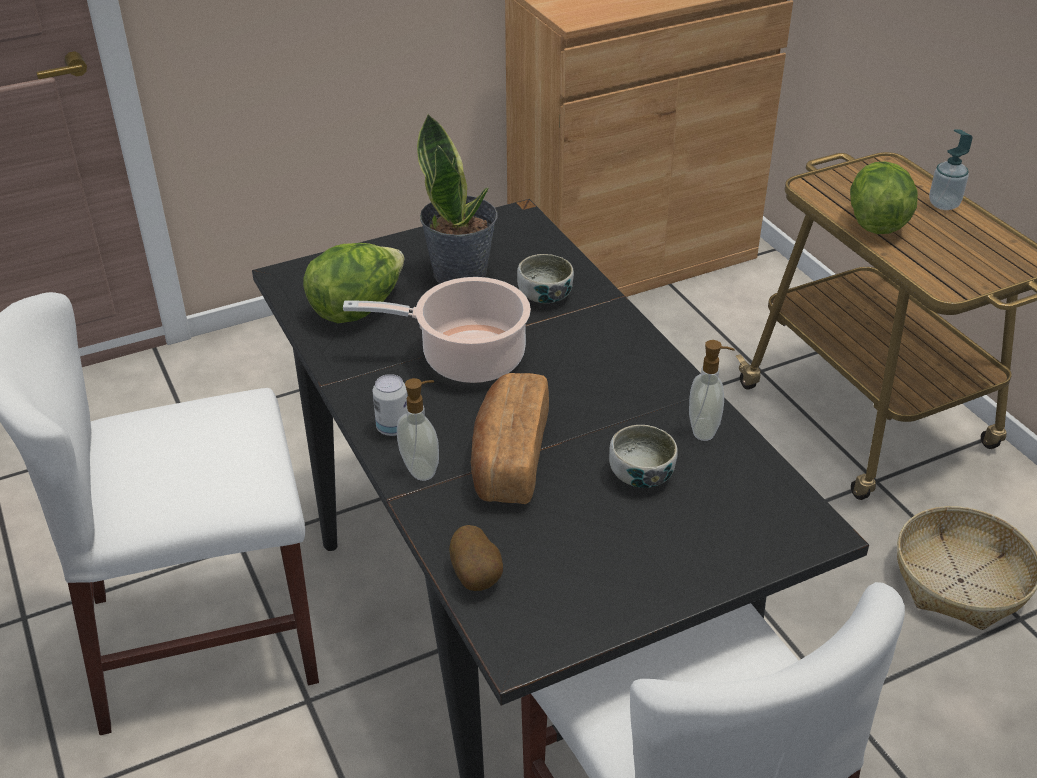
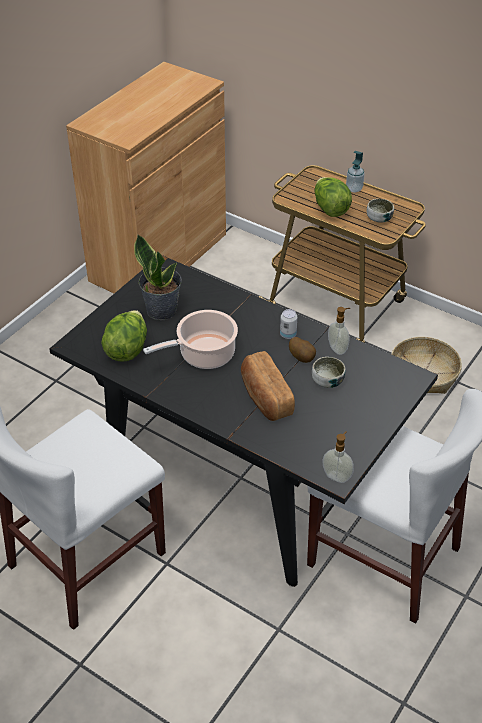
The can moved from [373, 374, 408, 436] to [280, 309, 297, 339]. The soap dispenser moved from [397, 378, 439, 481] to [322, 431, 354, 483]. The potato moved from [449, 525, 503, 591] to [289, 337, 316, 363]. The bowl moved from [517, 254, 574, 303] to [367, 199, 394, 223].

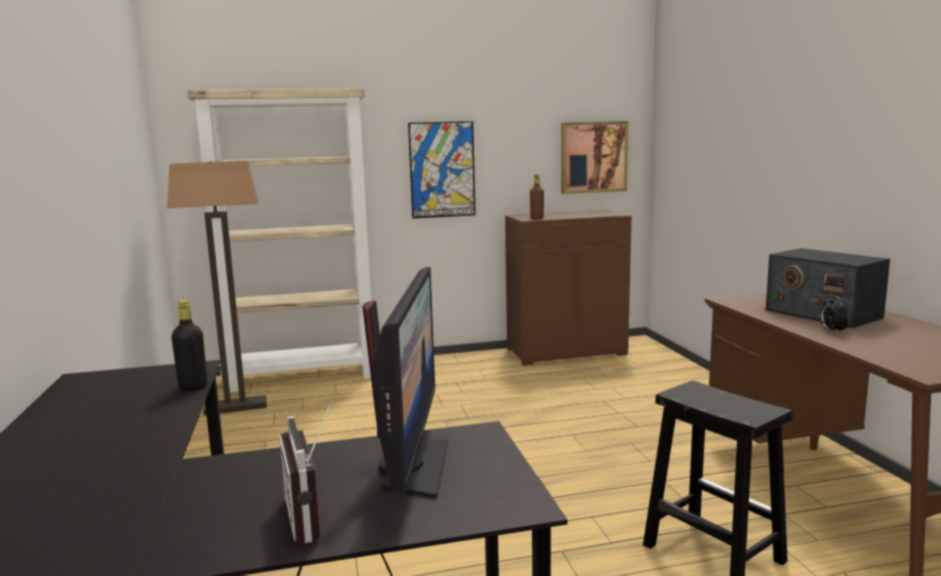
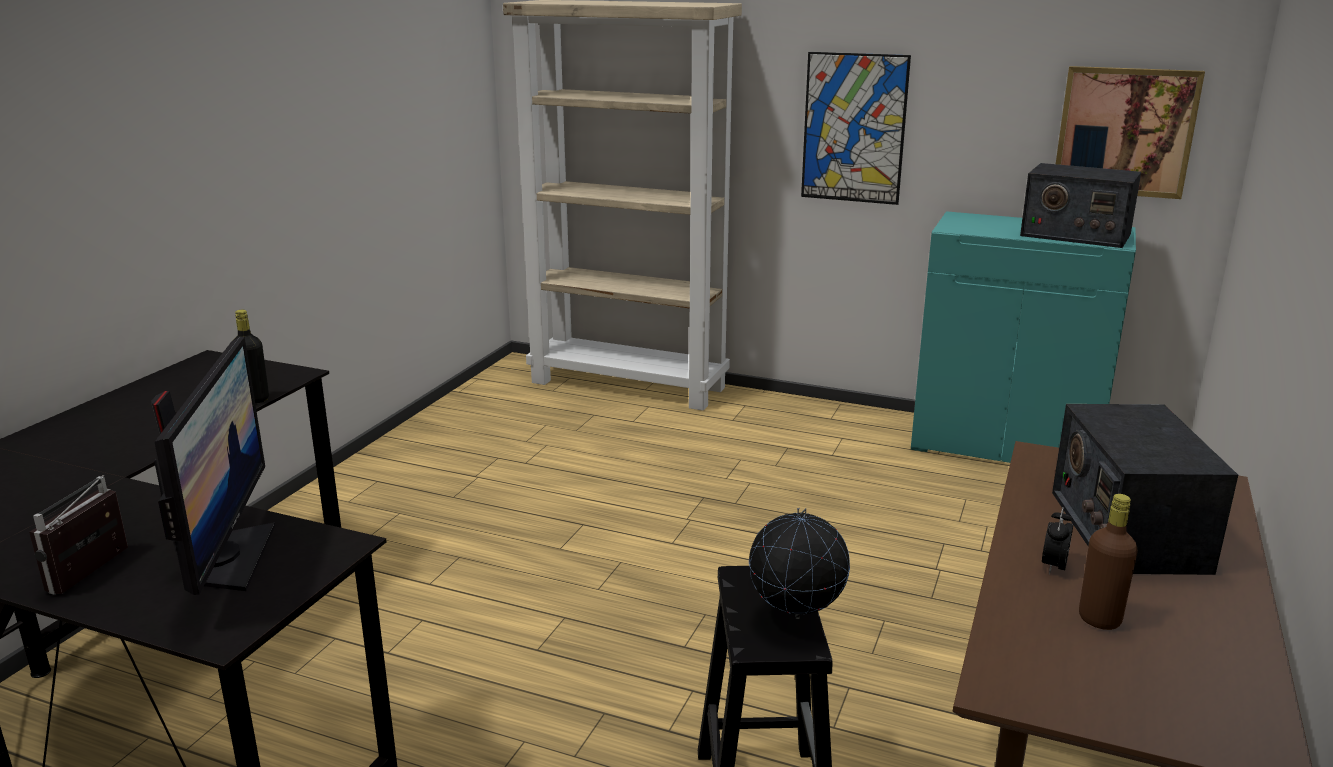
The floor lamp at [167, 161, 267, 416] disappeared. The globe at [749, 508, 850, 619] appeared. The radio at [1020, 163, 1141, 248] appeared. The brown bottle moved from [530, 174, 544, 219] to [1079, 494, 1138, 630]. The brown cabinet at [505, 210, 631, 365] became the turquoise cabinet at [911, 211, 1136, 463]. The monitor at [362, 267, 448, 499] turned 45 degrees counterclockwise.

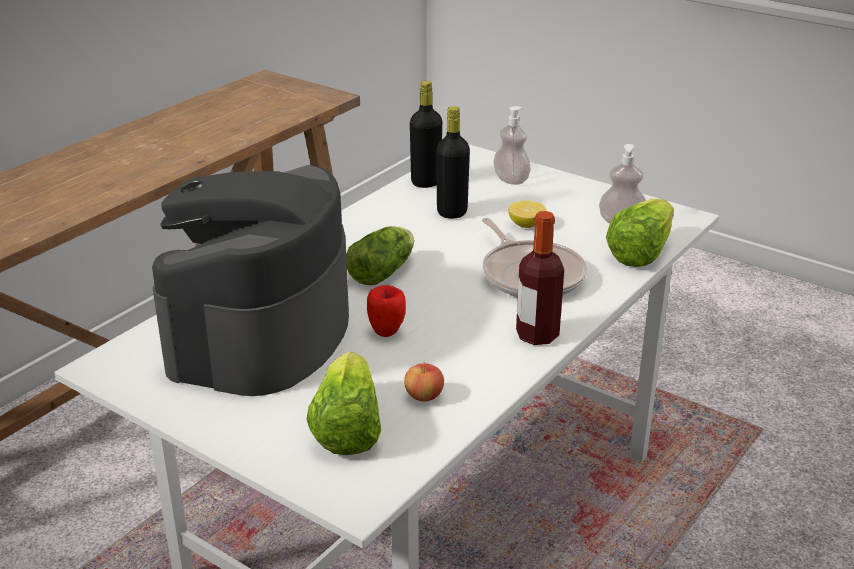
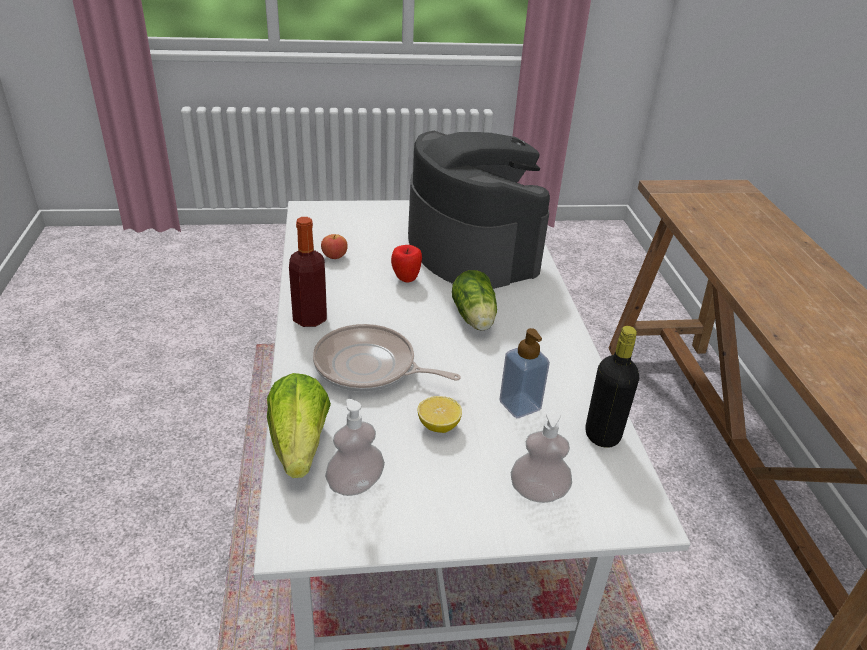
The lettuce at [306, 352, 381, 455] disappeared. The black bottle at [436, 106, 470, 219] was replaced by the soap dispenser at [499, 328, 550, 418].

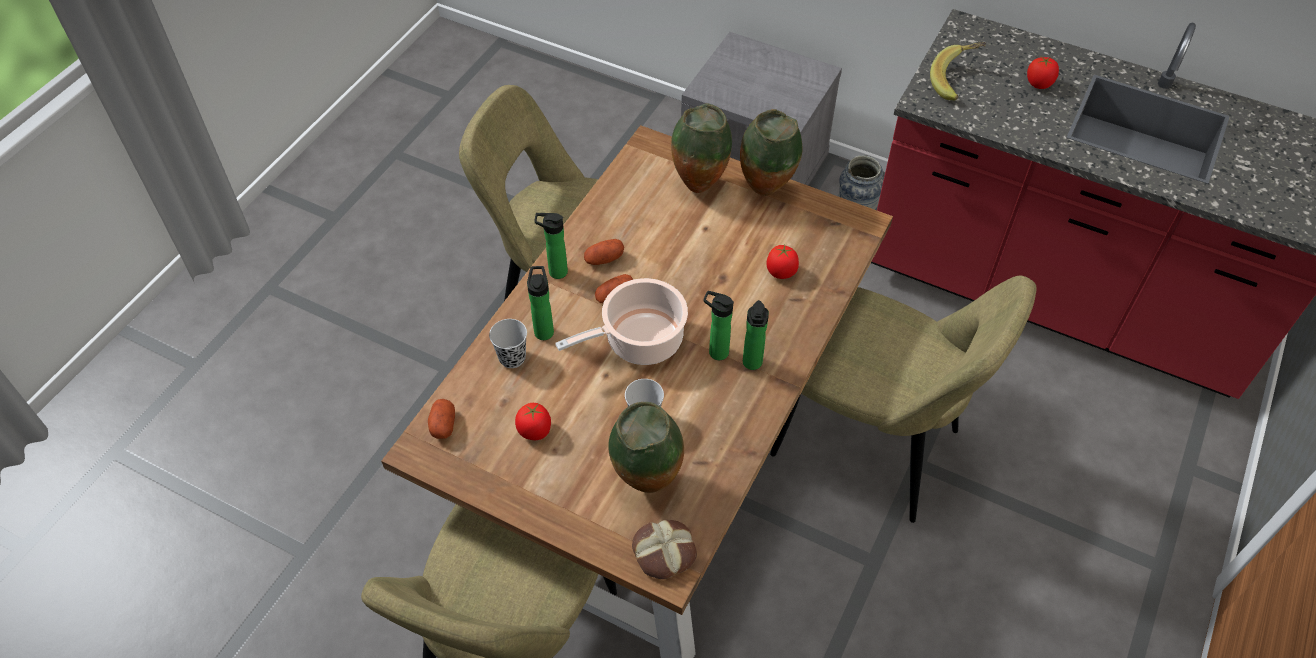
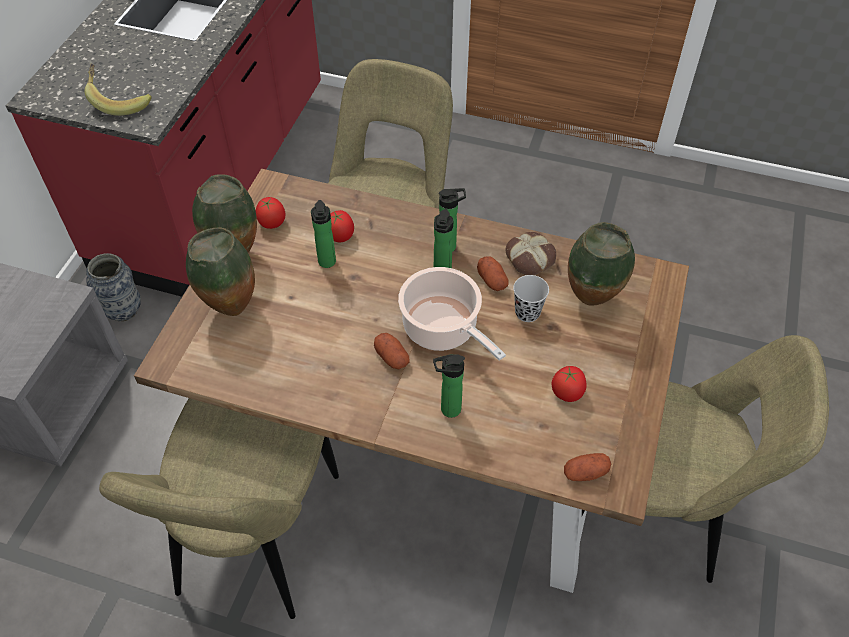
The black cup at [489, 319, 527, 368] disappeared. The bottle moved from [535, 213, 568, 279] to [311, 200, 336, 268]. The potato moved from [584, 239, 624, 265] to [477, 256, 509, 291]. The bread moved from [632, 520, 697, 579] to [506, 232, 556, 275]. The tomato moved from [1027, 57, 1059, 89] to [256, 197, 286, 229].

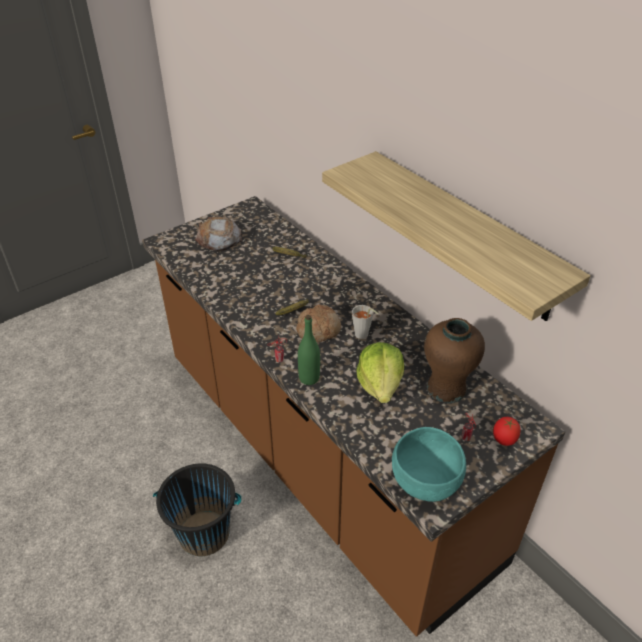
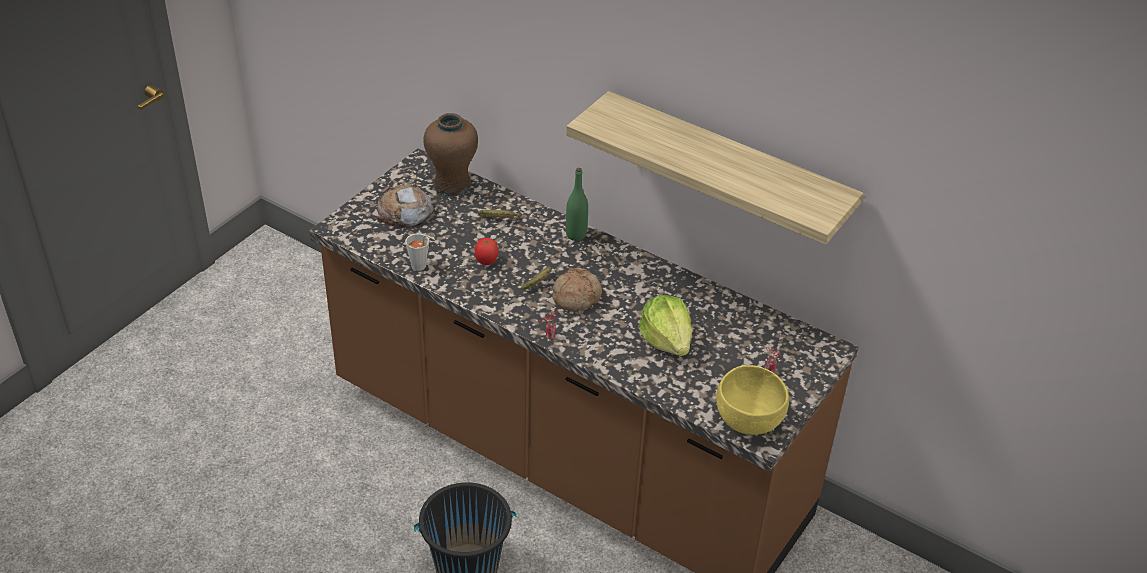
The green bottle moved from [298, 315, 320, 385] to [566, 168, 588, 241]. The grey cup moved from [352, 305, 378, 339] to [405, 233, 435, 271]. The brown vase moved from [424, 318, 485, 403] to [423, 113, 478, 196]. The tomato moved from [493, 417, 520, 446] to [474, 238, 498, 265]. The turquoise bowl at [392, 427, 466, 502] became the yellow bowl at [716, 365, 789, 435].

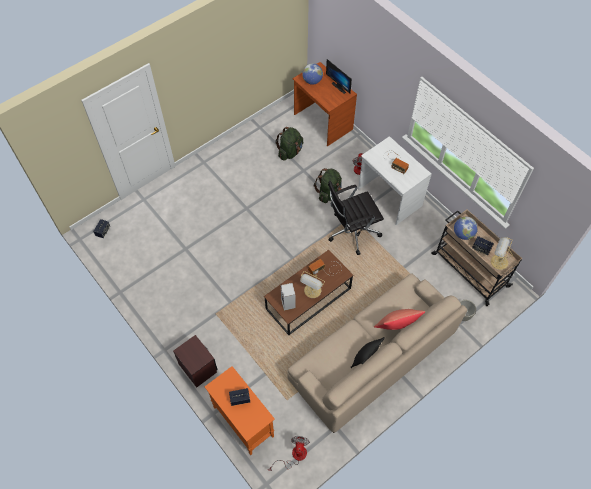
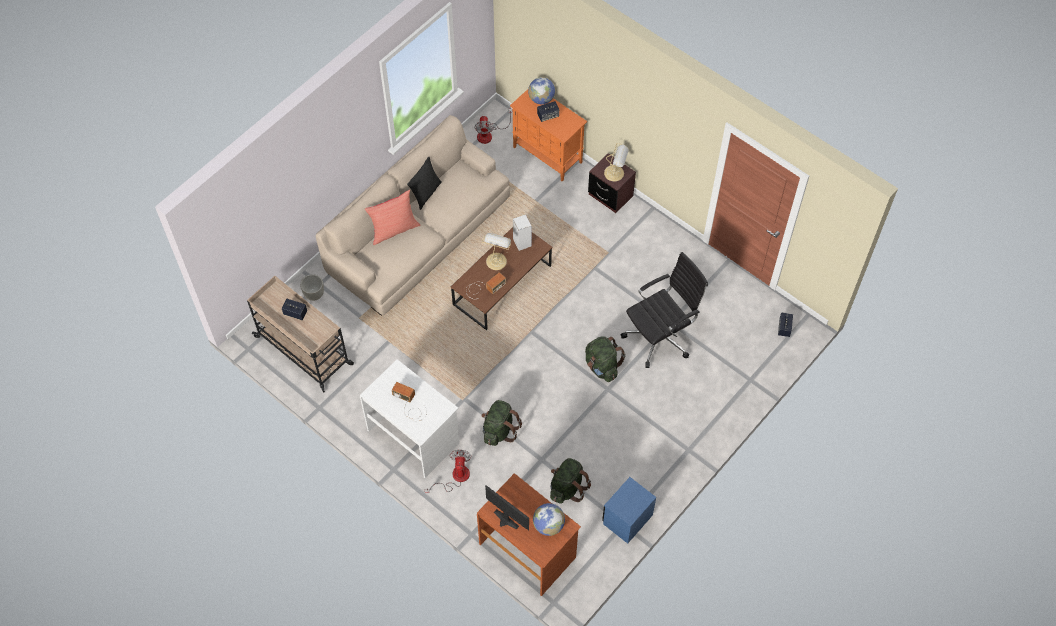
The green backpack at [585, 336, 626, 382] appeared. The blue nightstand at [602, 477, 656, 544] appeared. The black office chair moved from [328, 181, 384, 255] to [621, 252, 708, 368]. The globe moved from [454, 217, 478, 240] to [528, 77, 555, 104]. The table lamp moved from [491, 237, 513, 270] to [604, 143, 629, 181].

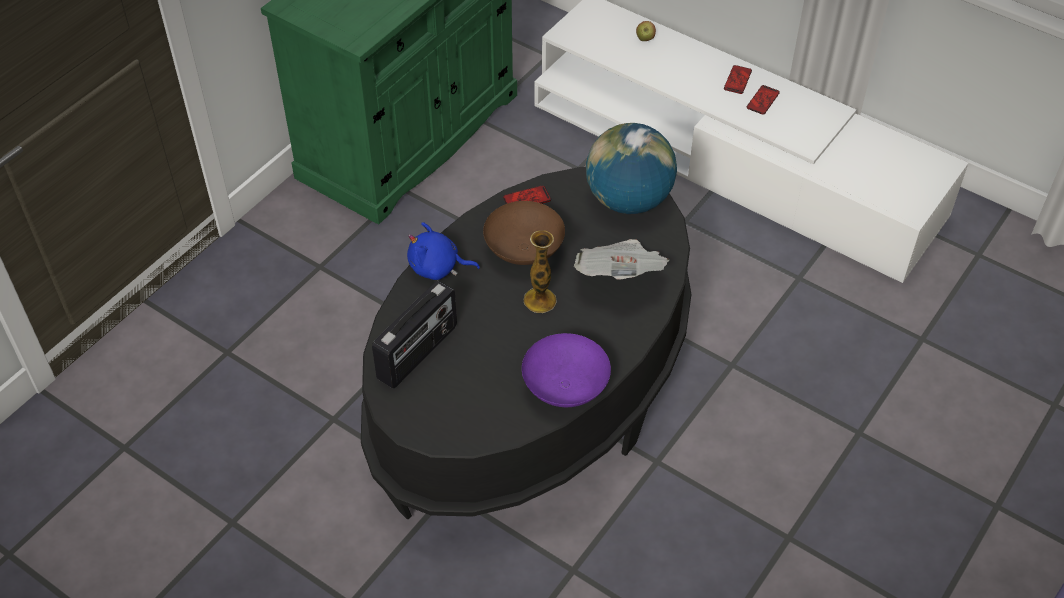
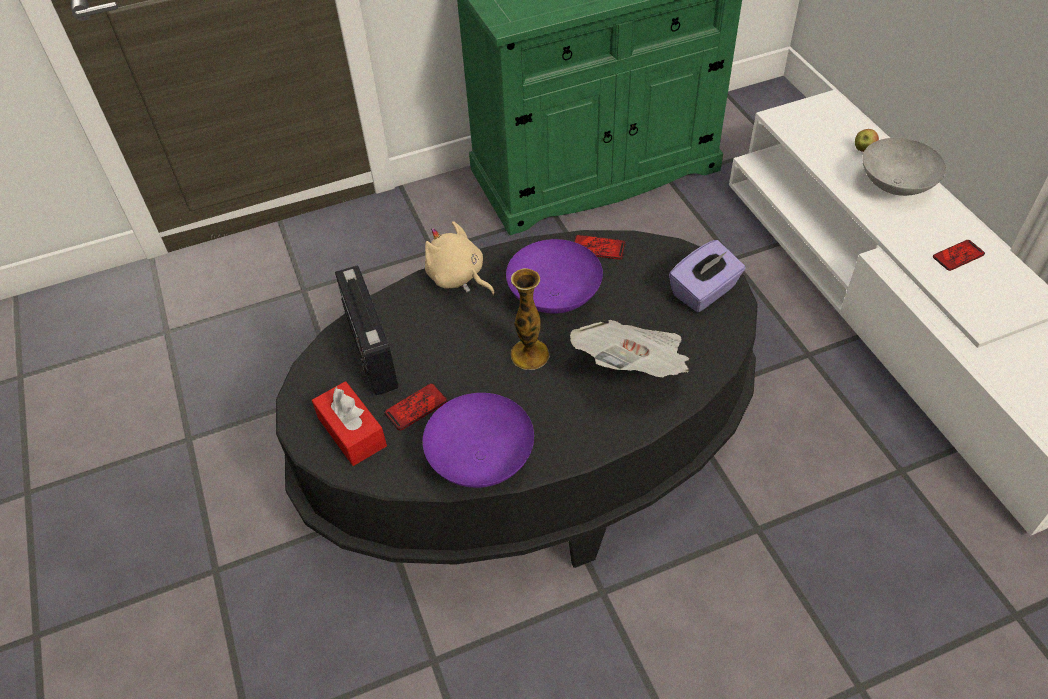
The red tissue box at [312, 381, 387, 466] appeared. The grey bowl at [862, 138, 946, 196] appeared. The phone moved from [724, 65, 752, 94] to [385, 383, 447, 431]. The globe at [586, 123, 677, 214] was replaced by the purple tissue box at [669, 240, 746, 312]. The blue plush toy at [407, 222, 480, 280] became the beige plush toy at [425, 221, 495, 295]. The brown bowl at [483, 201, 565, 265] became the purple bowl at [506, 239, 603, 314]. The radio at [372, 281, 457, 388] turned 90 degrees clockwise.

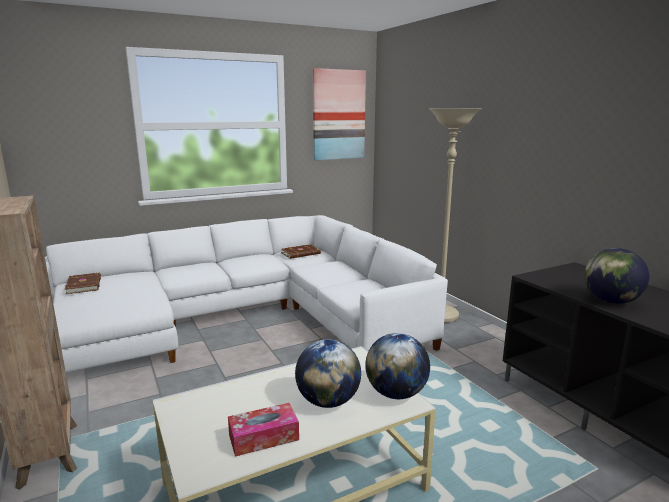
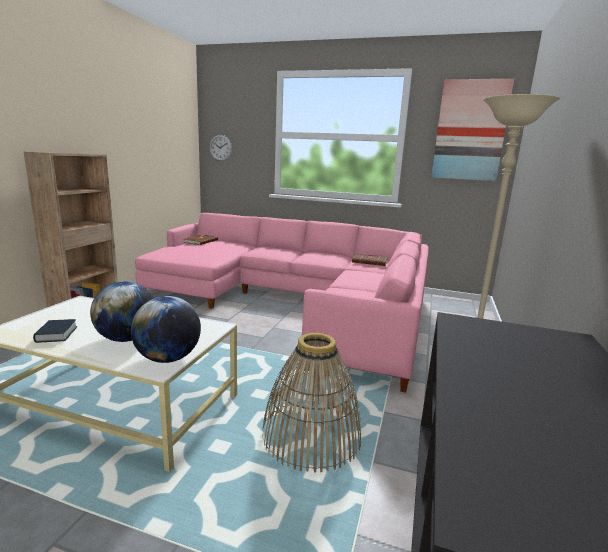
The globe at [584, 248, 649, 304] disappeared. The wall clock at [210, 135, 232, 161] appeared. The basket at [262, 333, 361, 473] appeared. The tissue box at [228, 403, 299, 457] was replaced by the book at [33, 319, 78, 343]. The white sofa at [45, 215, 448, 373] became the pink sofa at [135, 213, 429, 393].

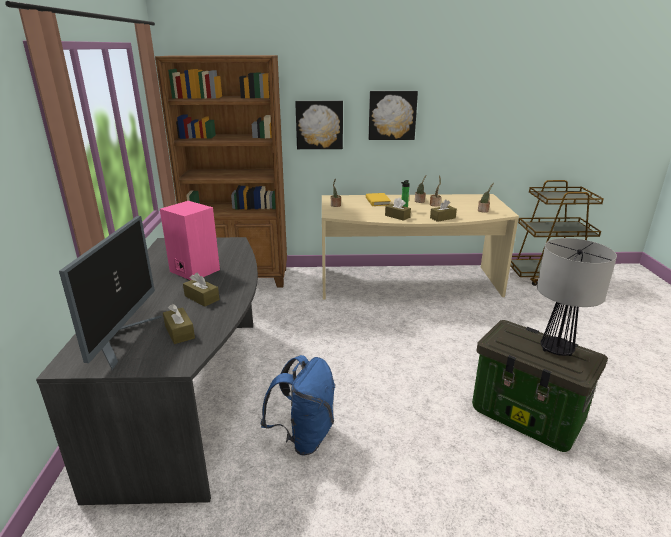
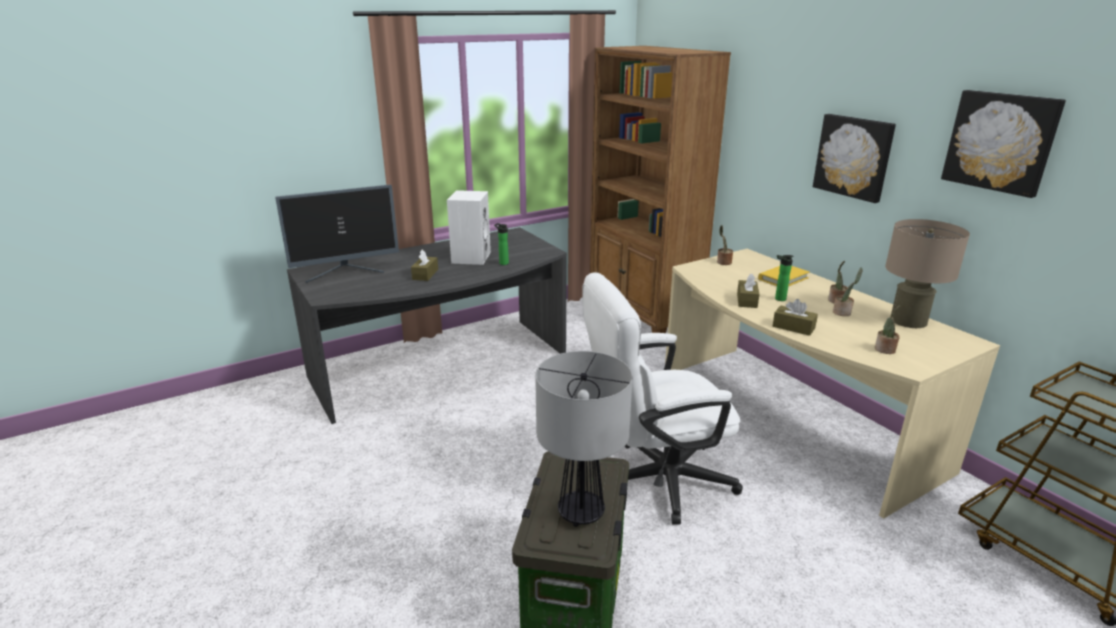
The brown tissue box at [163, 304, 195, 344] disappeared. The blue backpack at [261, 355, 335, 455] disappeared. The bottle at [494, 223, 509, 265] appeared. The white office chair at [582, 272, 743, 525] appeared. The beige table lamp at [885, 219, 970, 328] appeared. The picture moved from [295, 101, 343, 149] to [941, 90, 1066, 198]. The pink speaker at [160, 201, 220, 280] became the white speaker at [447, 190, 491, 265].

